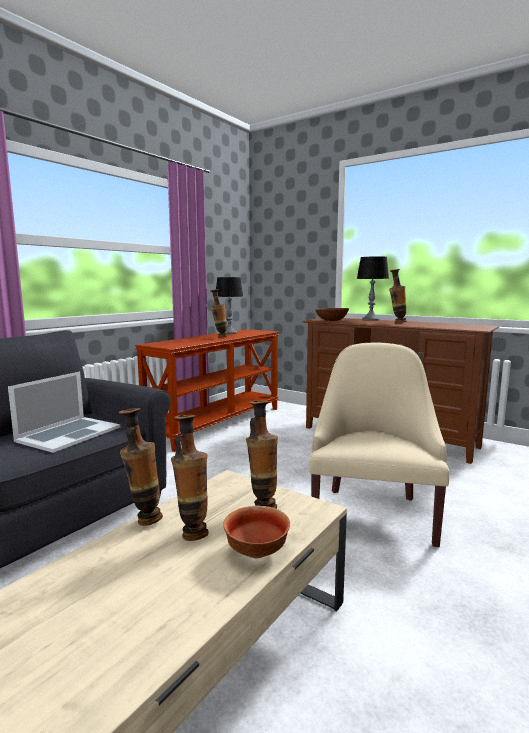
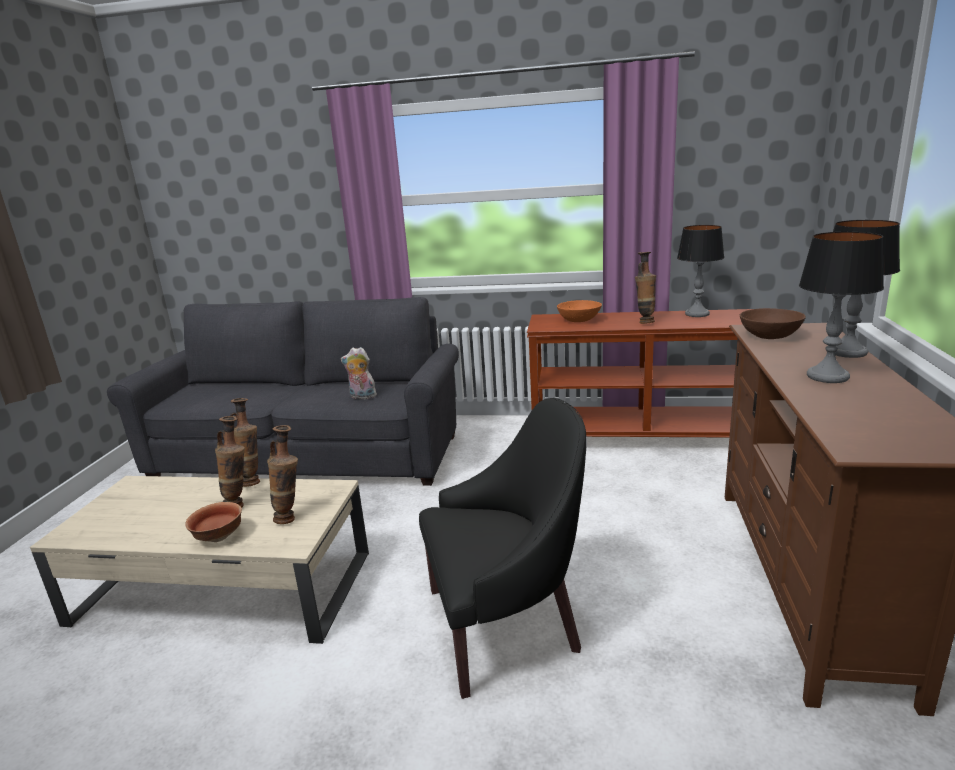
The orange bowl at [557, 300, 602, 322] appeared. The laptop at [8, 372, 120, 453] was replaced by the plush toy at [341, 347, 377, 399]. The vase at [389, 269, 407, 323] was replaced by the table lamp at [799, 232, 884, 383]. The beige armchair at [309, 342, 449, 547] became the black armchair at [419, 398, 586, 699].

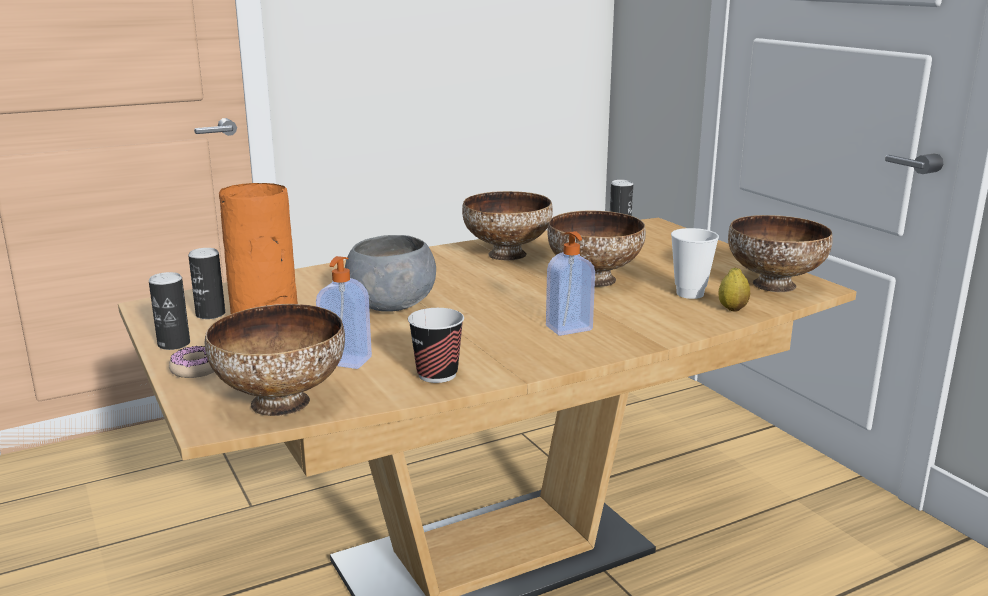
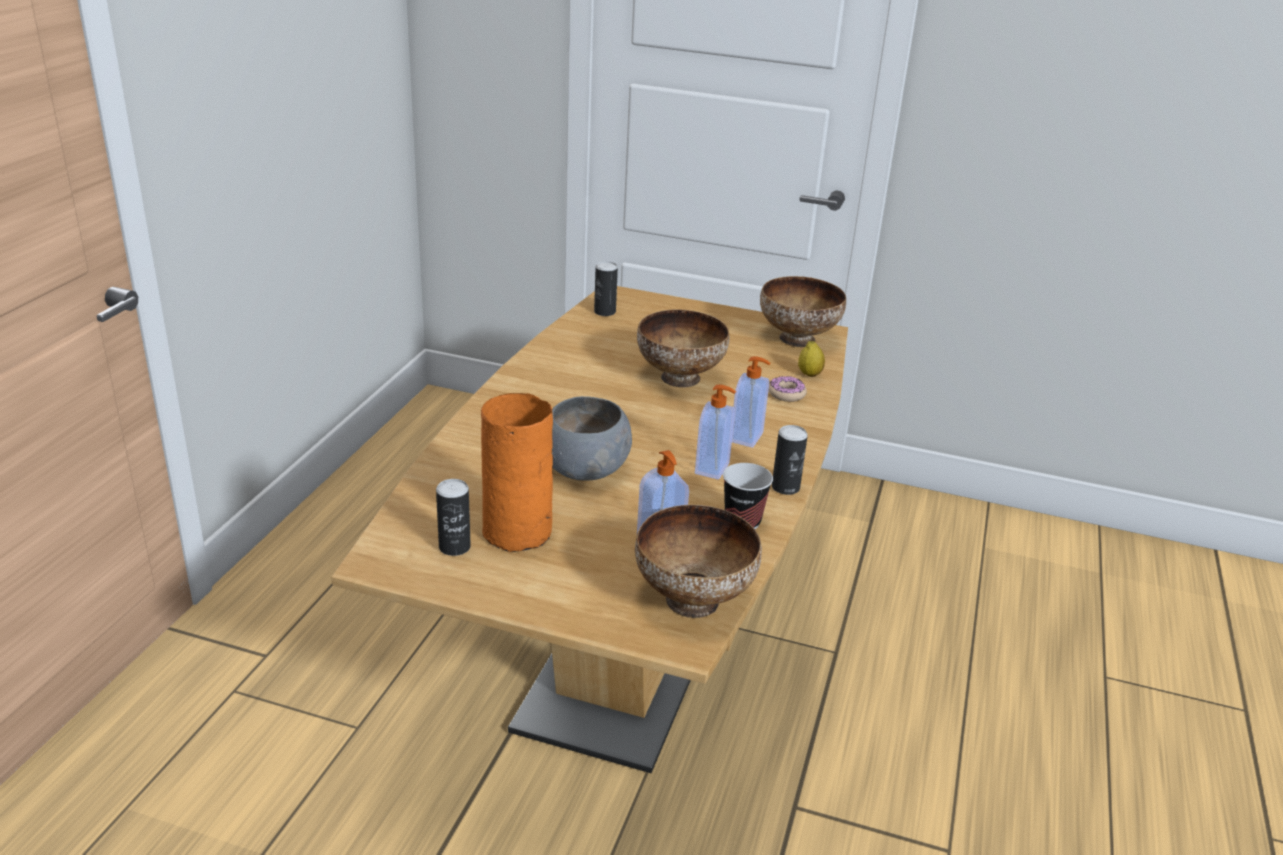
The bowl at [462, 191, 553, 260] disappeared. The cup at [671, 228, 719, 299] disappeared. The soap dispenser at [695, 385, 736, 480] appeared. The can moved from [149, 272, 190, 350] to [772, 425, 808, 495]. The donut moved from [169, 346, 214, 378] to [769, 376, 807, 402].

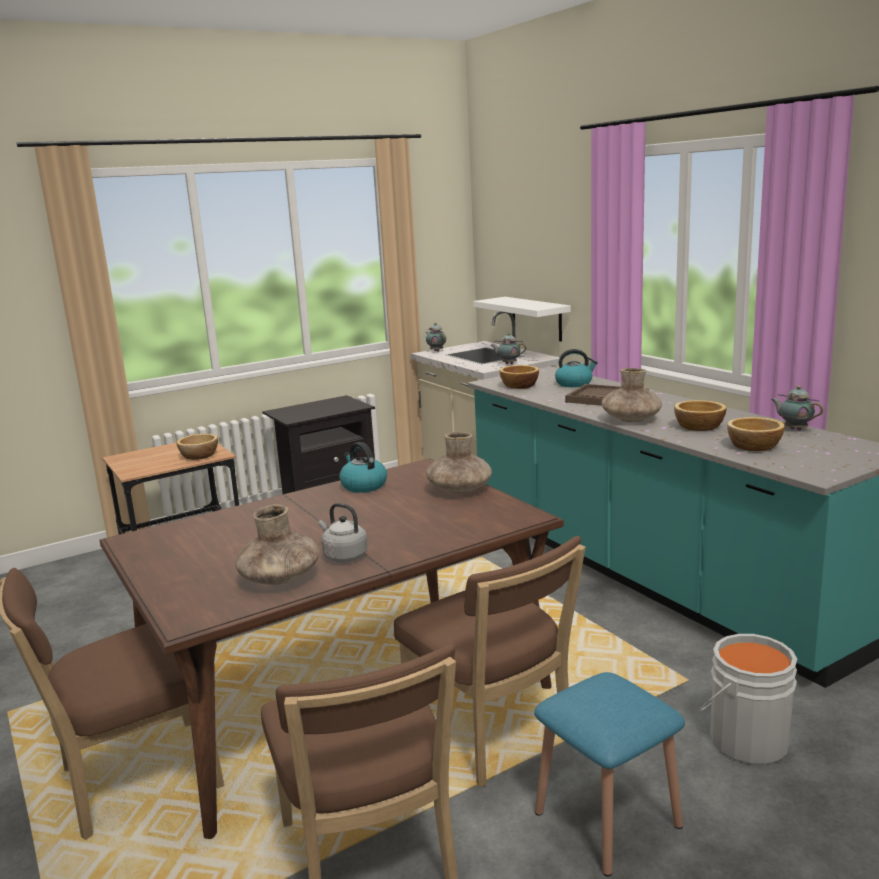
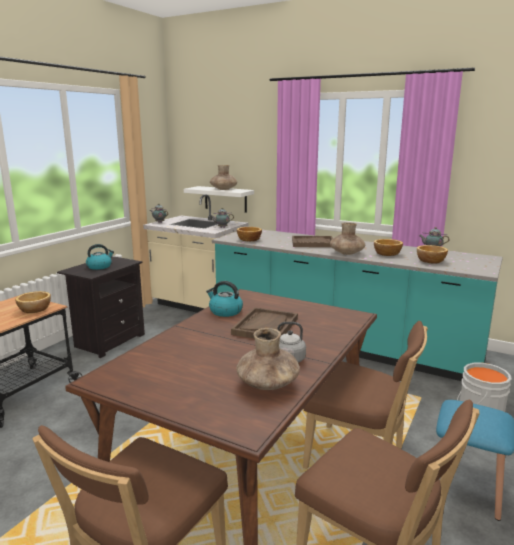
The brown tray at [231, 307, 298, 339] appeared. The brown vase moved from [426, 432, 492, 494] to [210, 165, 237, 190]. The kettle moved from [555, 349, 598, 387] to [86, 244, 114, 270].

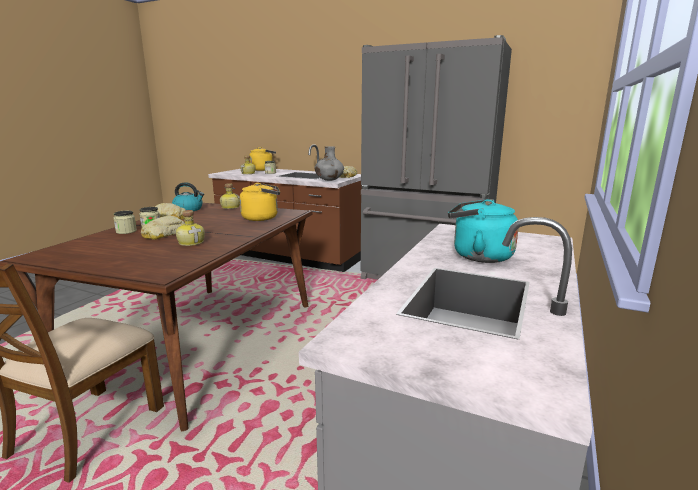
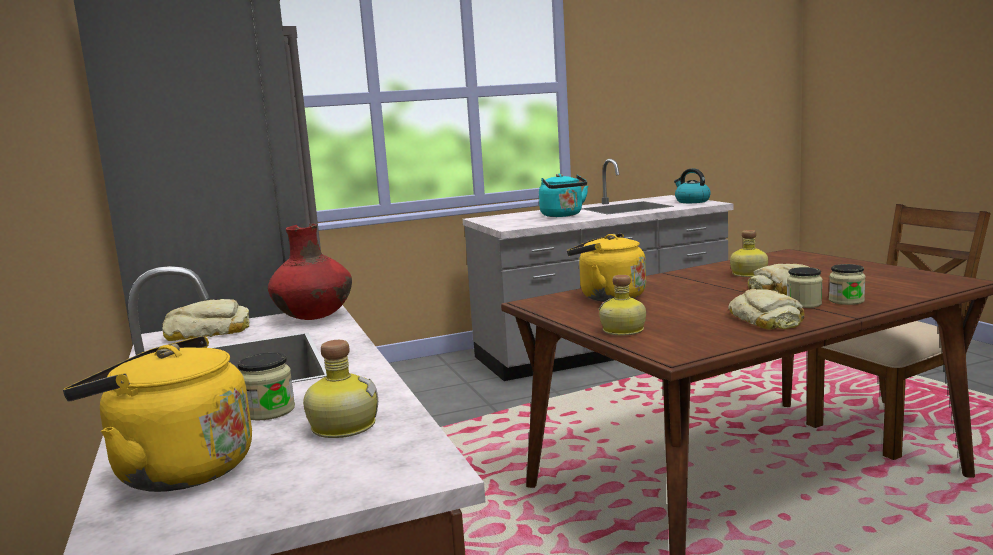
The kettle moved from [172, 182, 204, 211] to [674, 168, 711, 203]. The grey vase at [315, 147, 344, 181] became the red vase at [268, 224, 352, 320].

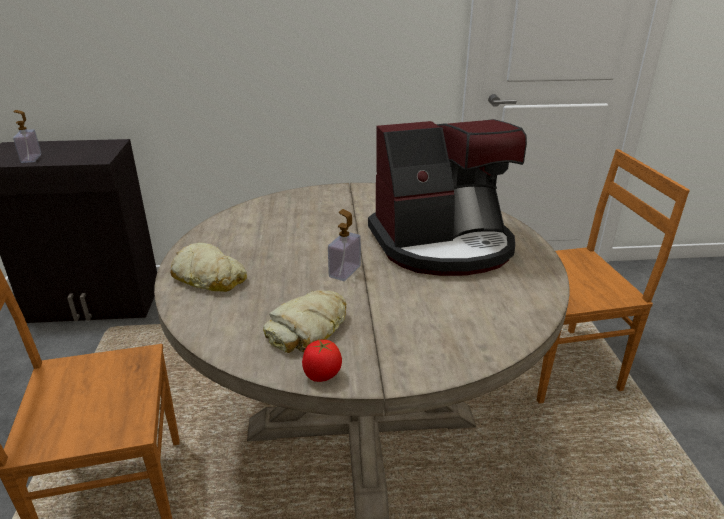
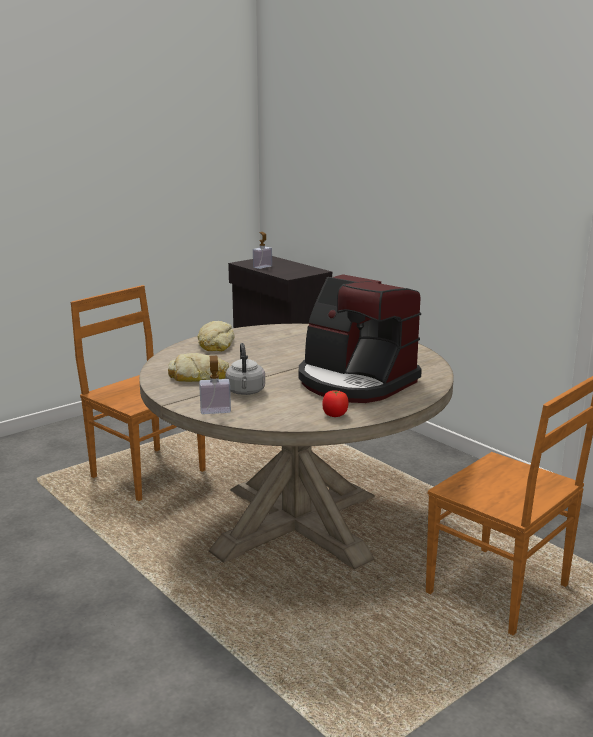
The grey kettle at [225, 343, 265, 395] appeared. The tomato moved from [302, 340, 342, 382] to [322, 390, 349, 417]. The soap dispenser moved from [328, 209, 361, 281] to [199, 356, 231, 414].

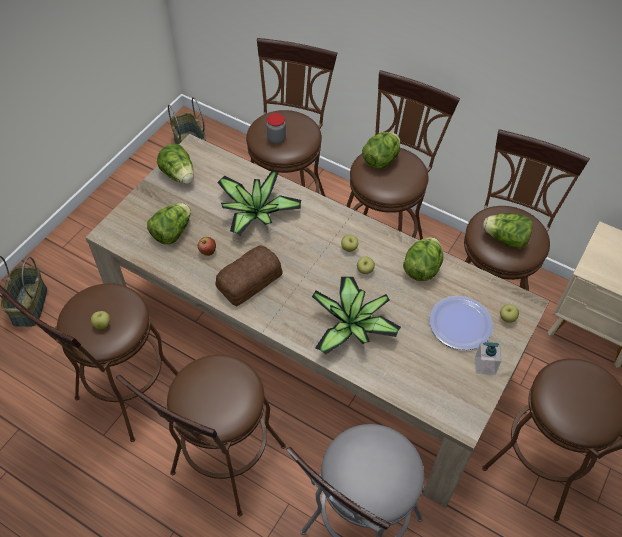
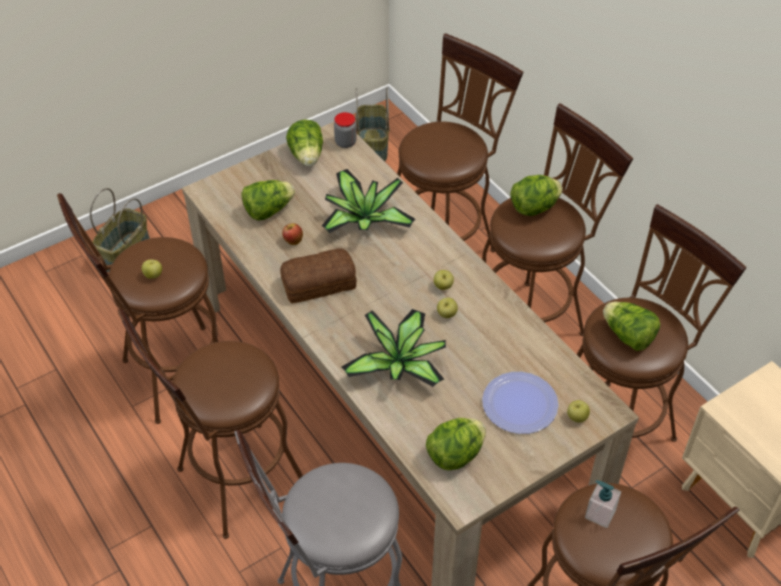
The jar moved from [267, 113, 286, 144] to [334, 112, 357, 148]. The lettuce moved from [403, 237, 443, 281] to [426, 418, 486, 471]. The soap dispenser moved from [475, 342, 502, 375] to [585, 480, 621, 528].

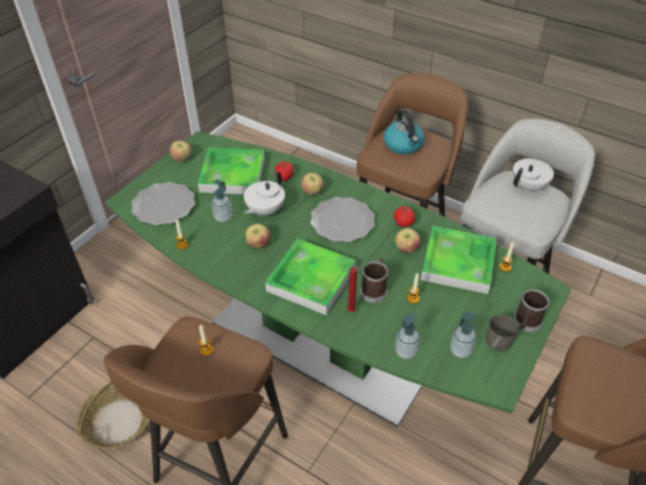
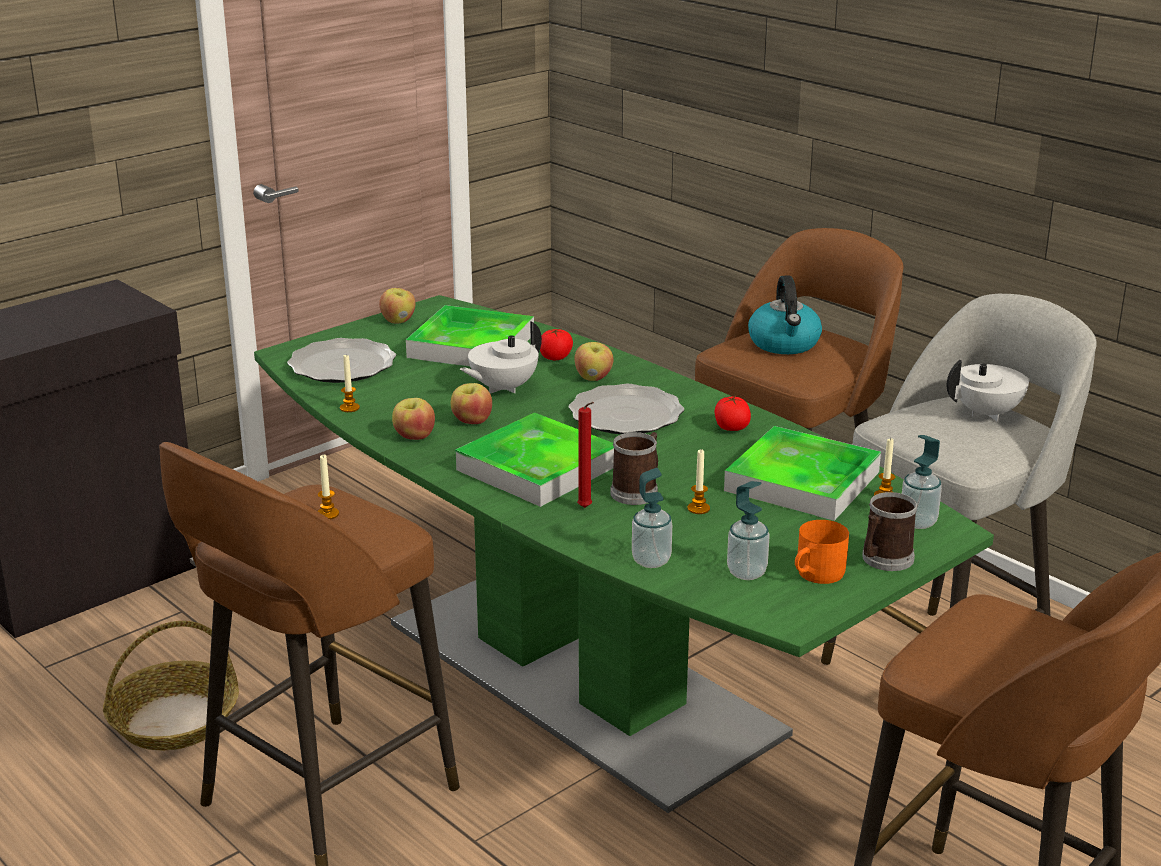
The soap dispenser moved from [211, 180, 232, 222] to [902, 435, 942, 529]. The apple moved from [395, 228, 420, 253] to [392, 398, 435, 440]. The grey mug at [486, 314, 518, 352] became the orange mug at [795, 520, 849, 584].

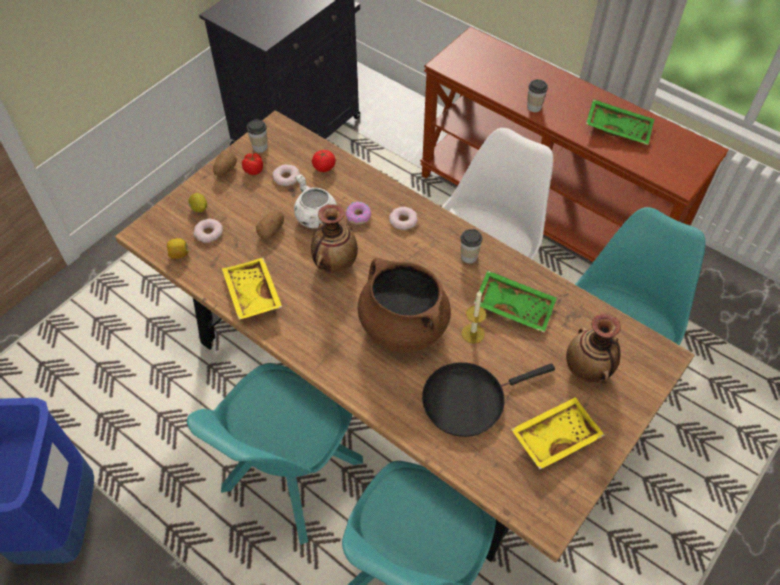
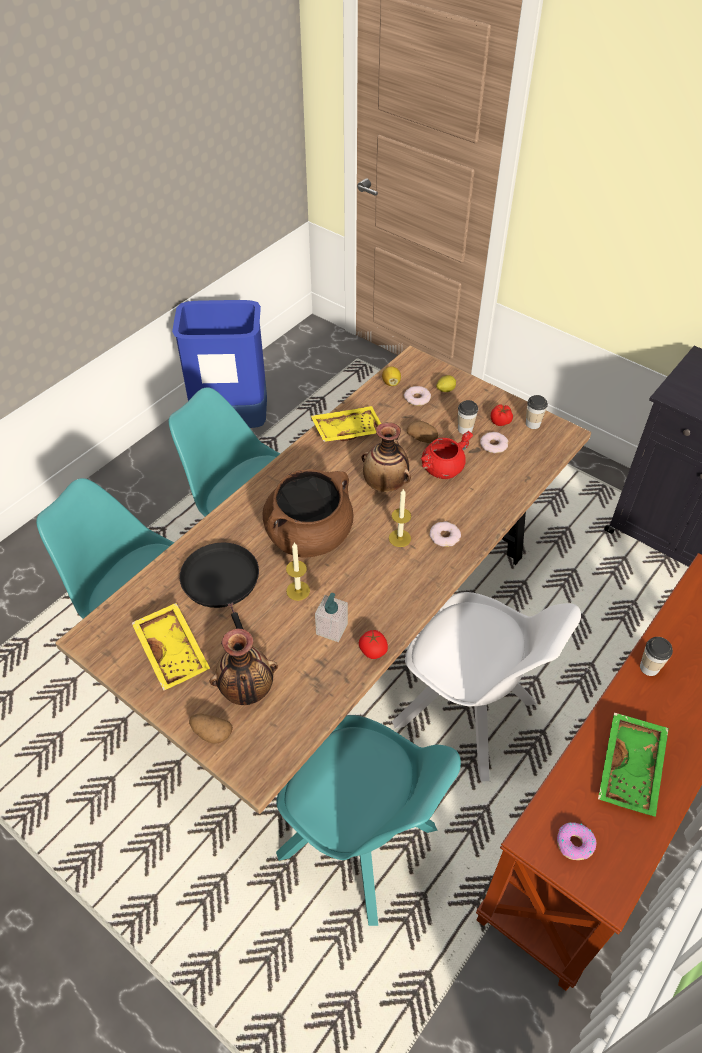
The candle at [389, 488, 411, 547] appeared. The potato moved from [213, 151, 237, 177] to [189, 714, 233, 744]. The tomato moved from [312, 150, 335, 172] to [359, 630, 388, 659]. The donut moved from [346, 202, 371, 224] to [557, 822, 596, 860]. The cup moved from [461, 229, 482, 264] to [458, 400, 478, 434]. The green tray at [473, 270, 557, 333] was replaced by the soap dispenser at [315, 593, 348, 642]. The white cooking pot at [294, 174, 337, 228] became the red cooking pot at [420, 430, 473, 479].

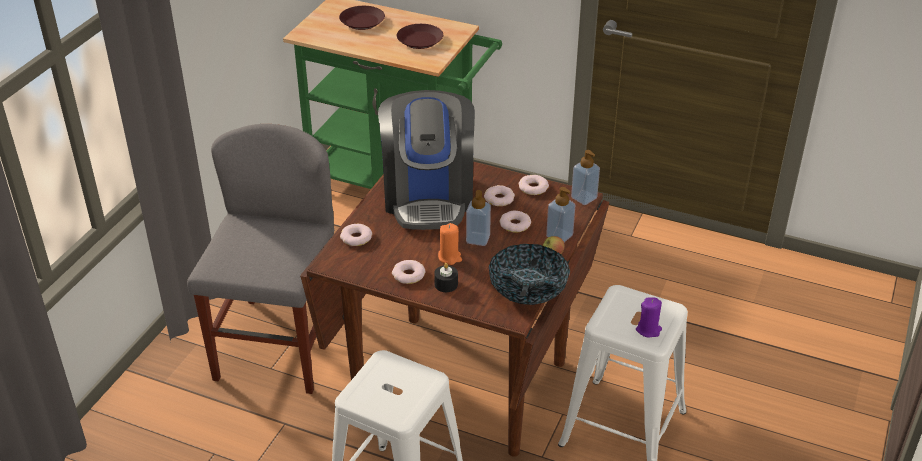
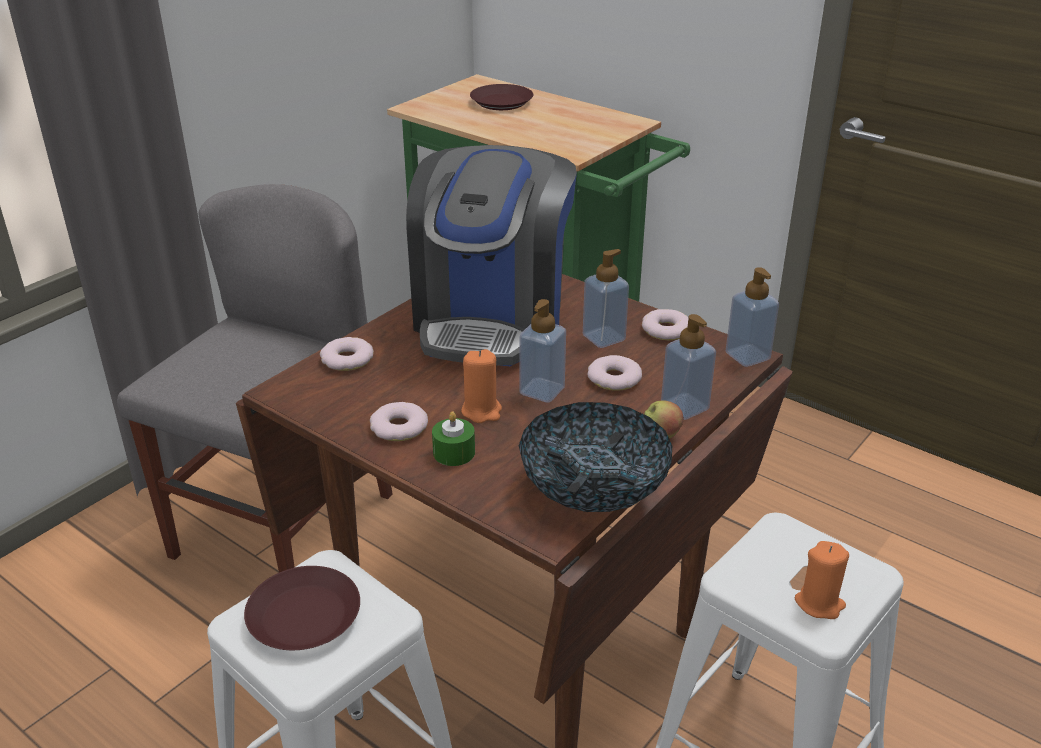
The brown plate moved from [397, 24, 443, 49] to [244, 566, 360, 650]. The donut at [484, 185, 515, 206] was replaced by the soap dispenser at [583, 249, 629, 348]. The black candle at [434, 263, 458, 292] became the green candle at [432, 411, 475, 466]. The purple candle at [636, 297, 662, 338] became the orange candle at [795, 541, 849, 619].

